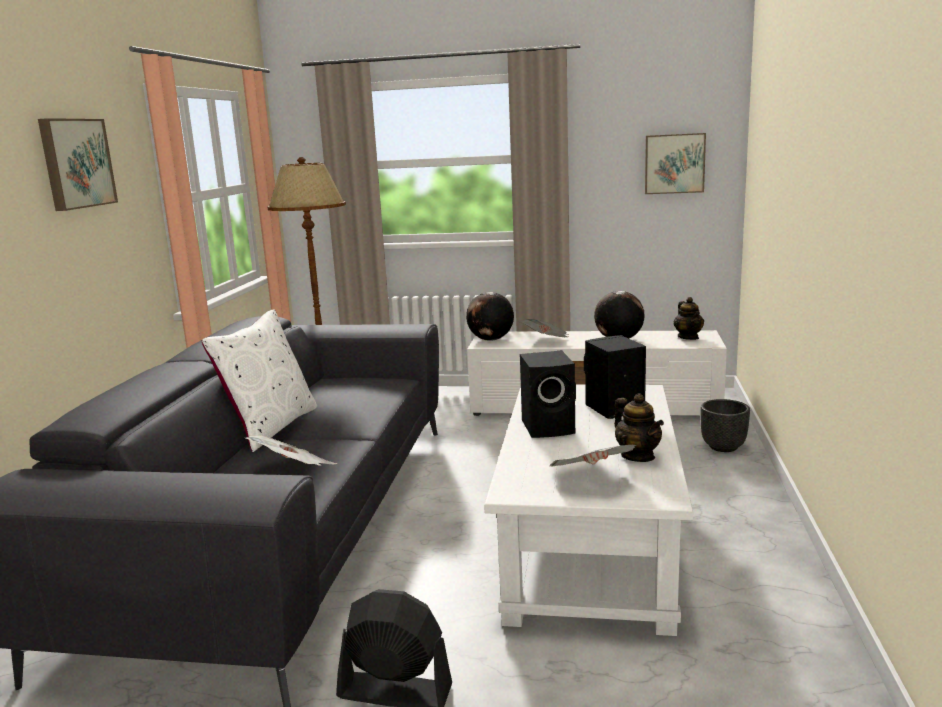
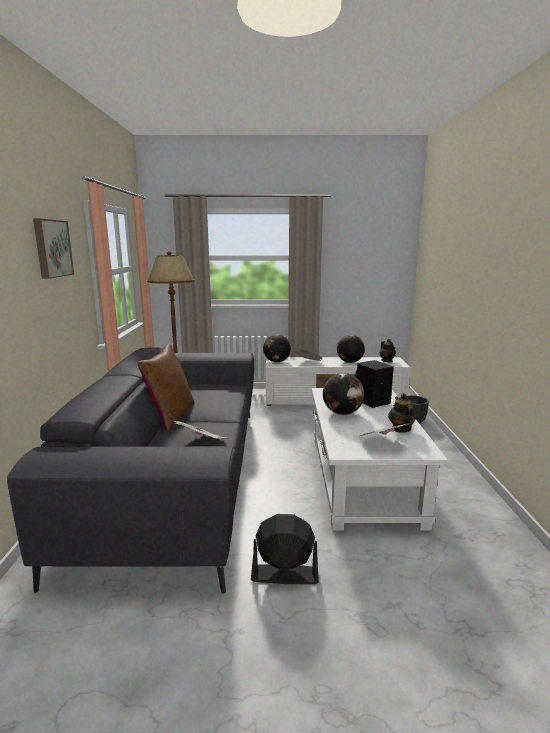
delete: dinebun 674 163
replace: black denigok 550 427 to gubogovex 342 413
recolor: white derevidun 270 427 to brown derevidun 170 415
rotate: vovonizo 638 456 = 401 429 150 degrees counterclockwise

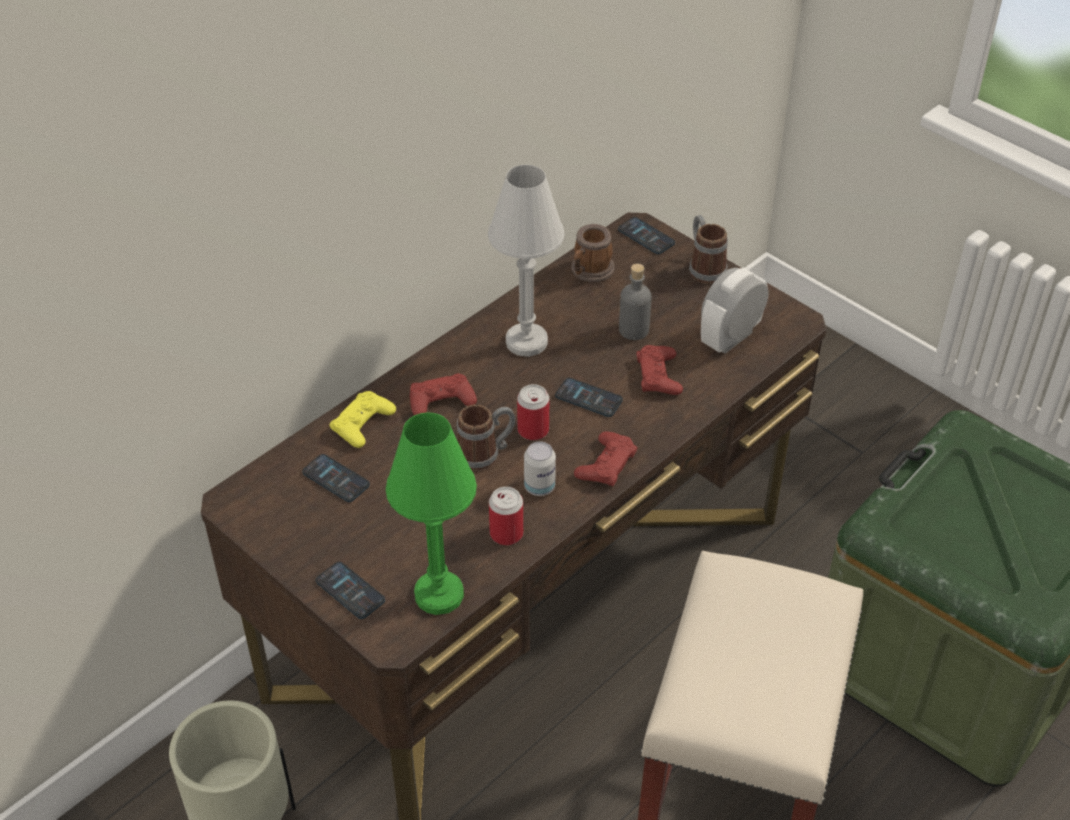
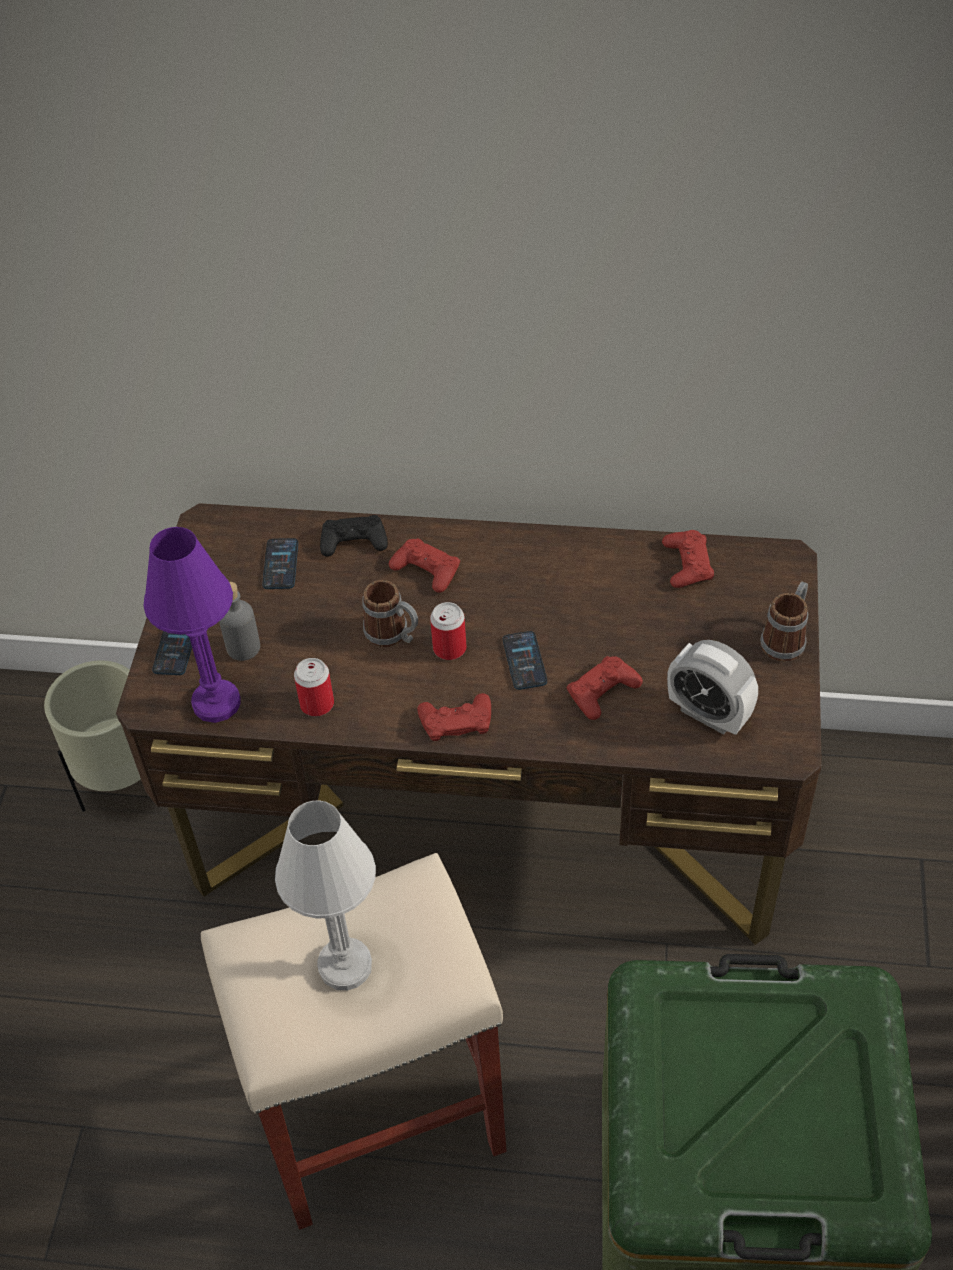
delete: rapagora 539 487; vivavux 646 236
move: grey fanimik 633 330 to 243 647; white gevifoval 526 342 to 345 965
replace: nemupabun 589 272 to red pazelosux 687 564
recolor: green gevifoval 439 594 to purple gevifoval 216 703; yellow pazelosux 362 424 to black pazelosux 353 541
rotate: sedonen 730 338 = 708 714 150 degrees counterclockwise

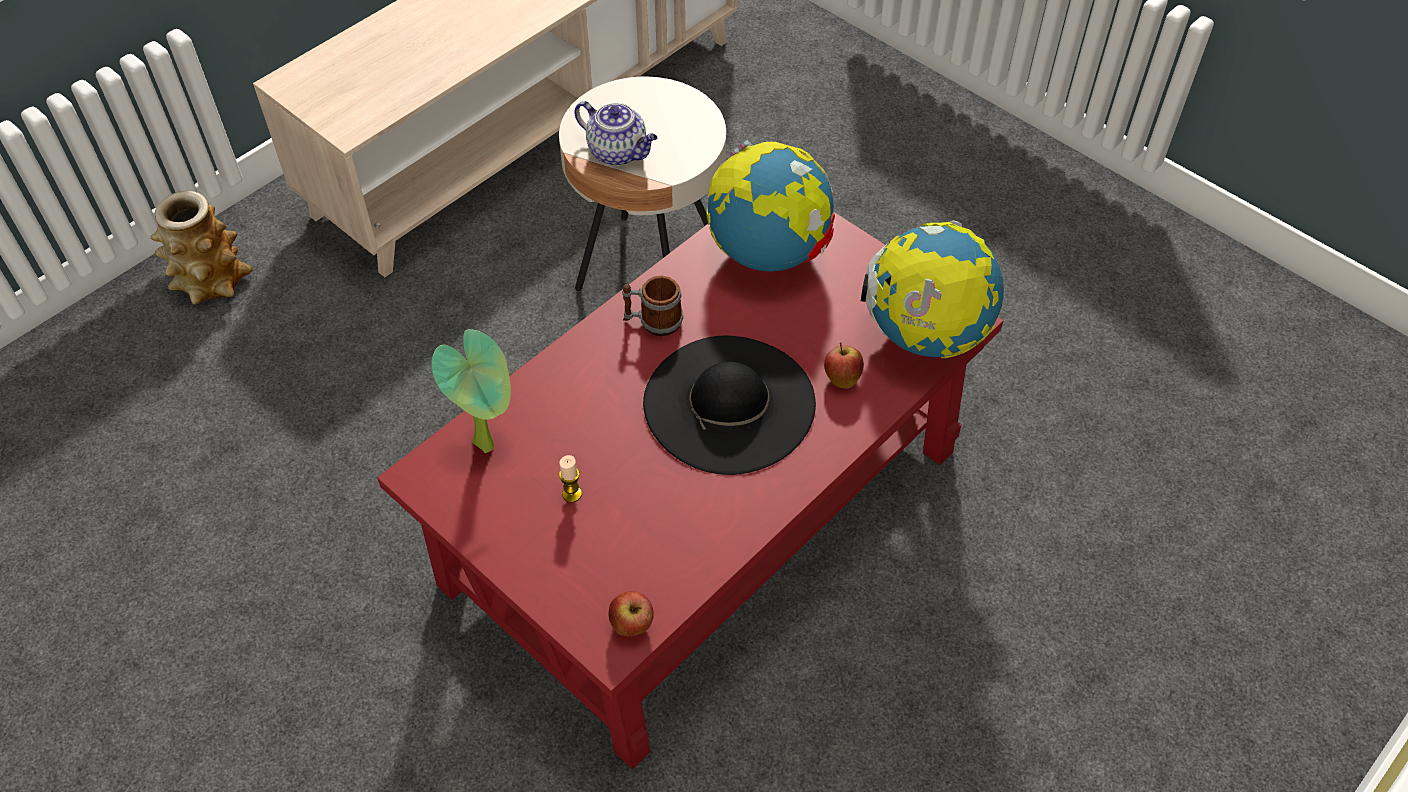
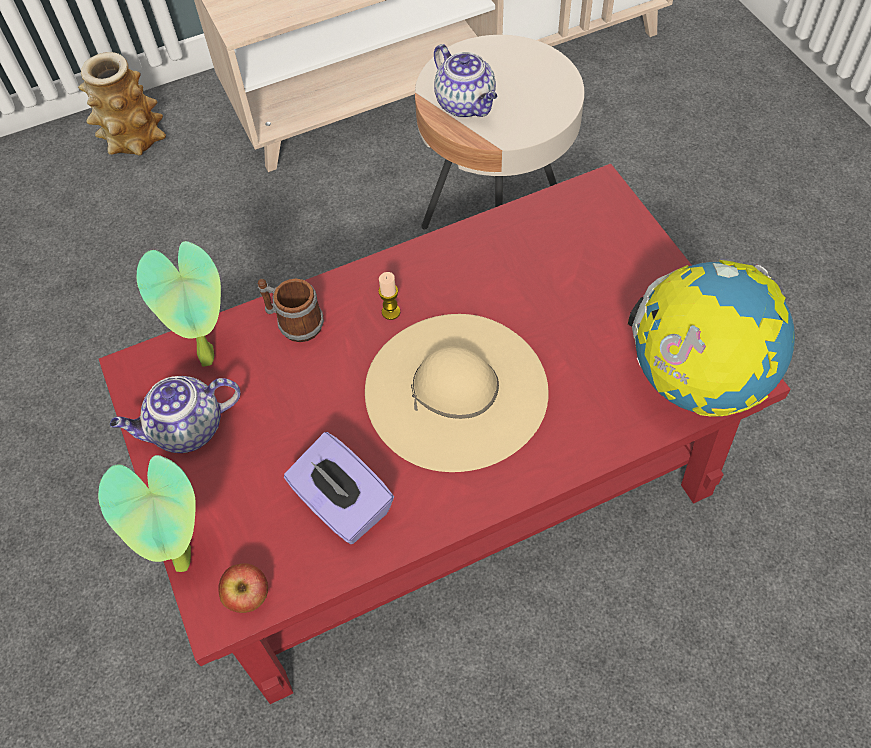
delete: gubogovex 769 253; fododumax 842 378
insert: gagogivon 188 560; vovonizo 187 430; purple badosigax 342 504
move: nemupabun 653 321 to 294 323; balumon 572 494 to 391 312
recolor: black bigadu 729 403 to beige bigadu 456 390

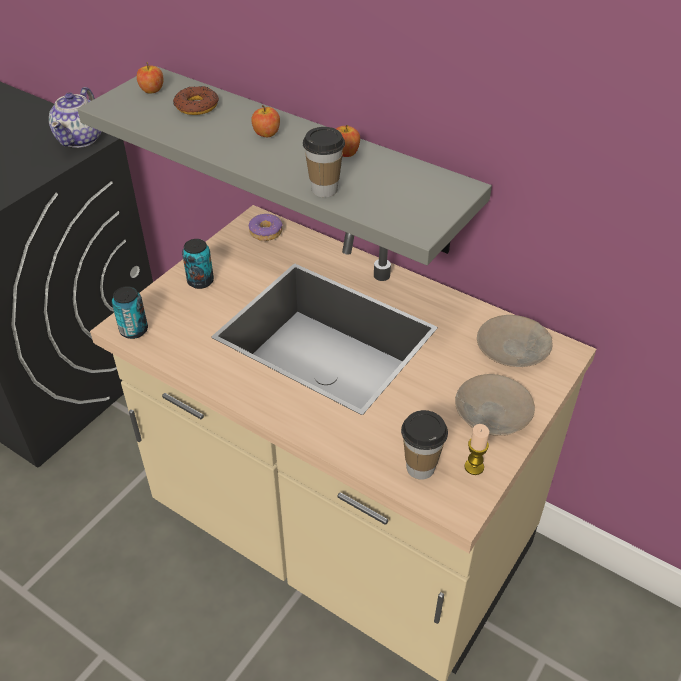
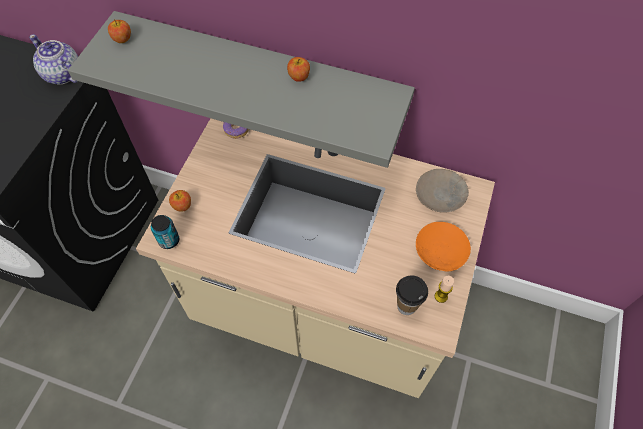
delete: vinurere 196 106; rapagora 200 281; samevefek 324 189
move: fododumax 266 134 to 182 206
recolor: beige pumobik 492 412 to orange pumobik 441 250
rotate: vovonizo 81 138 = 63 74 135 degrees clockwise

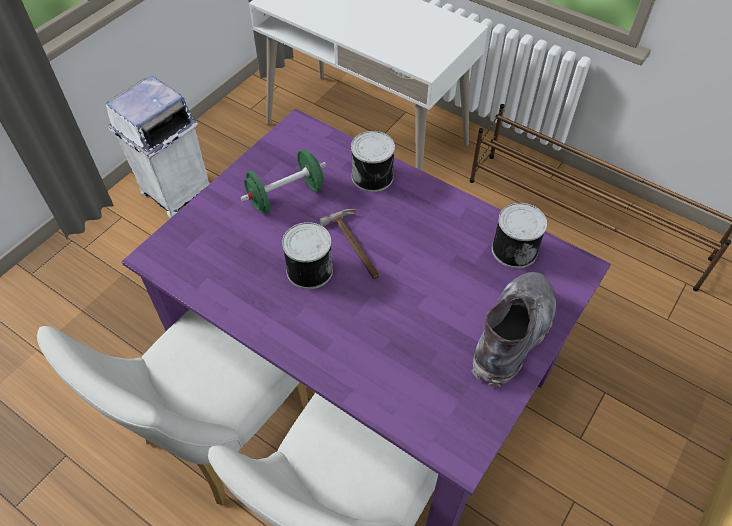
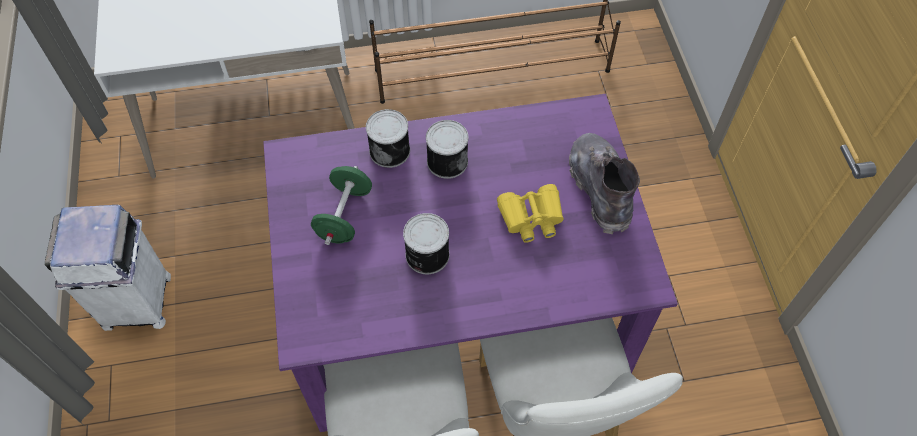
delete: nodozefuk 356 246
insert: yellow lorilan 531 217
move: rapagora 514 249 to 446 160

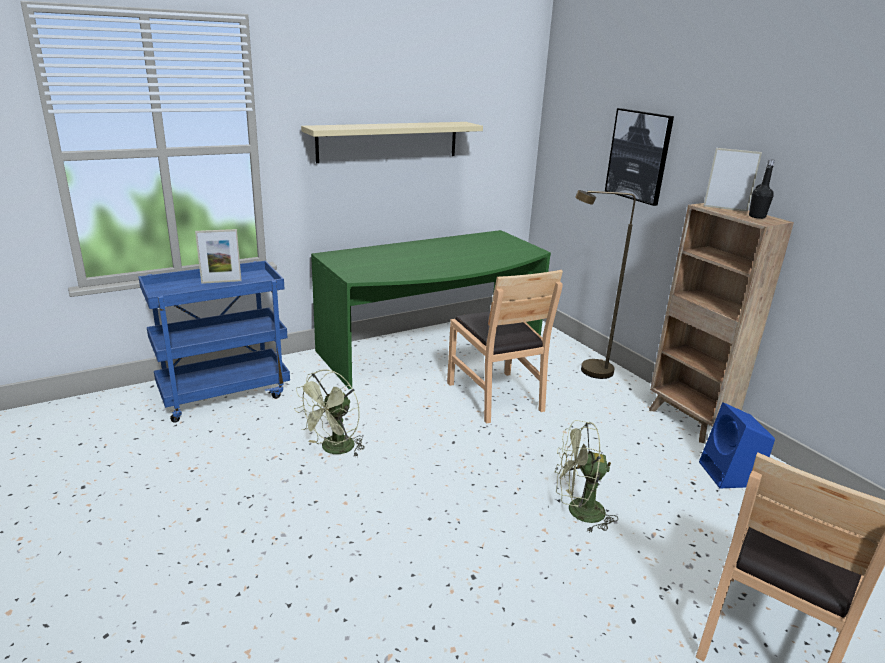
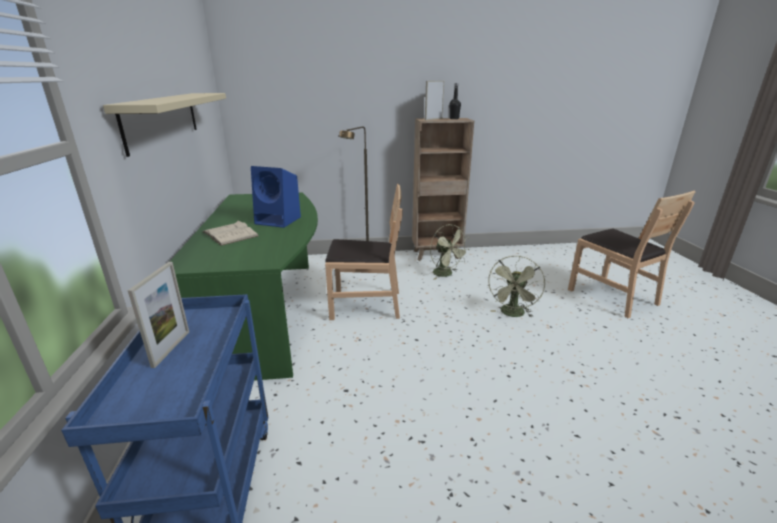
delete: dinebun 639 156
insert: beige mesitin 230 234
move: blue denigok 730 475 to 279 220; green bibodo 334 450 to 446 274

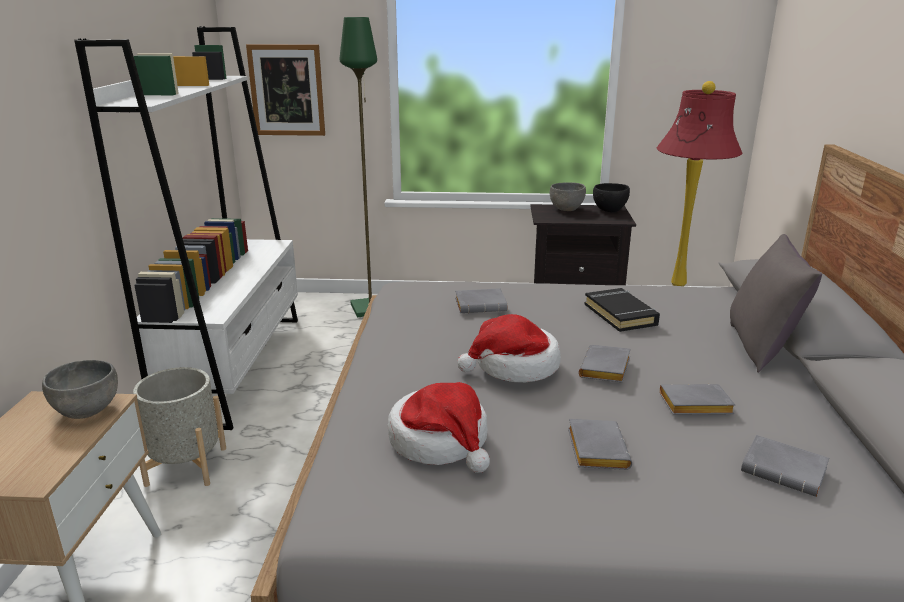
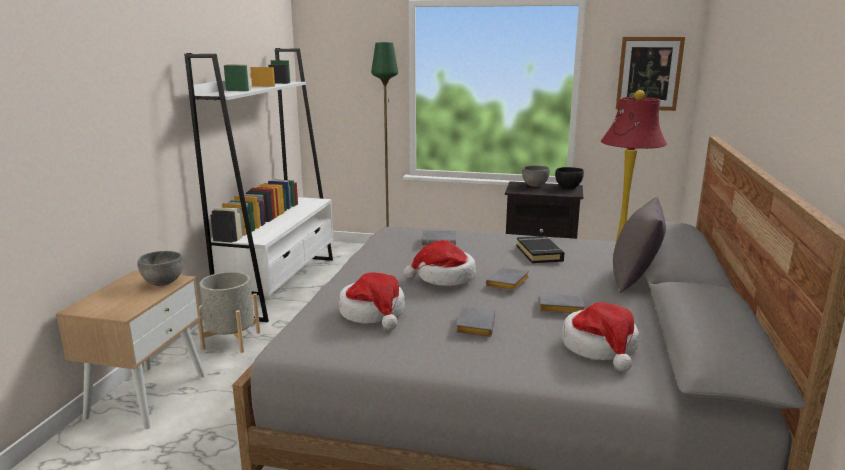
move: dinebun 287 90 to 649 73
replace: grey mesitin 786 471 to bigadu 600 347

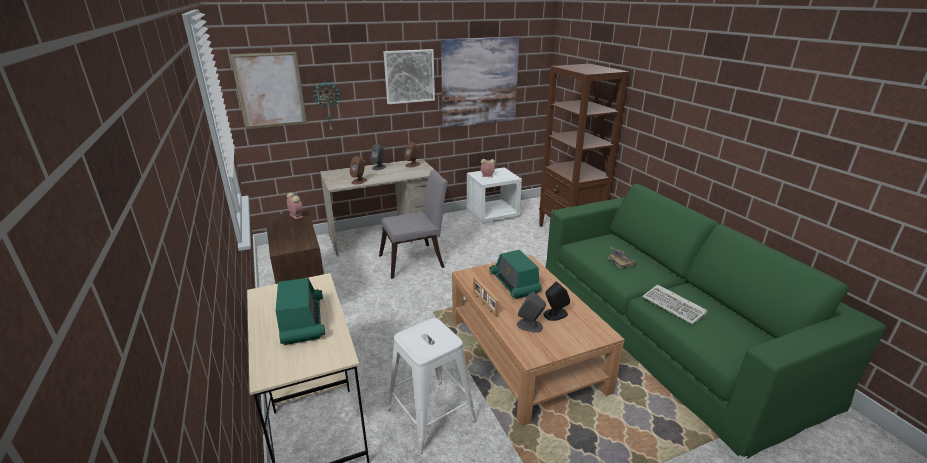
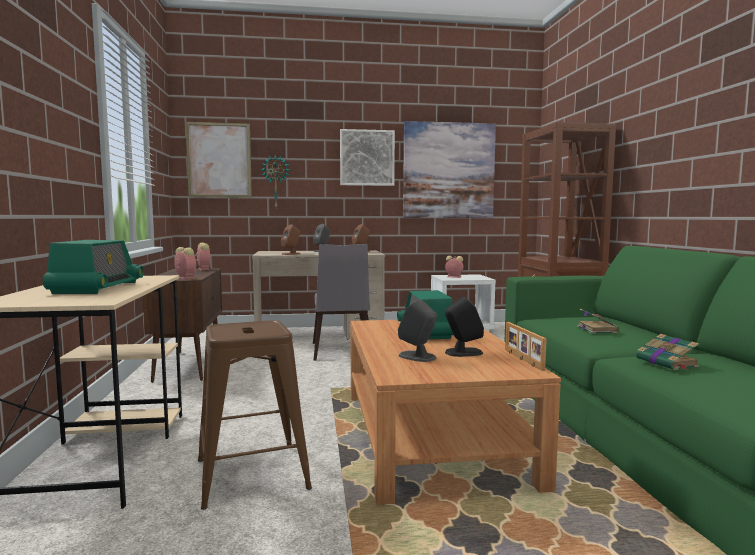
insert: sedonen 184 278
move: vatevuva 484 304 to 522 359
replace: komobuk 675 307 to mesitin 667 363
recolor: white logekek 430 415 to brown logekek 251 473
rotate: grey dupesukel 416 261 = 341 351 90 degrees clockwise

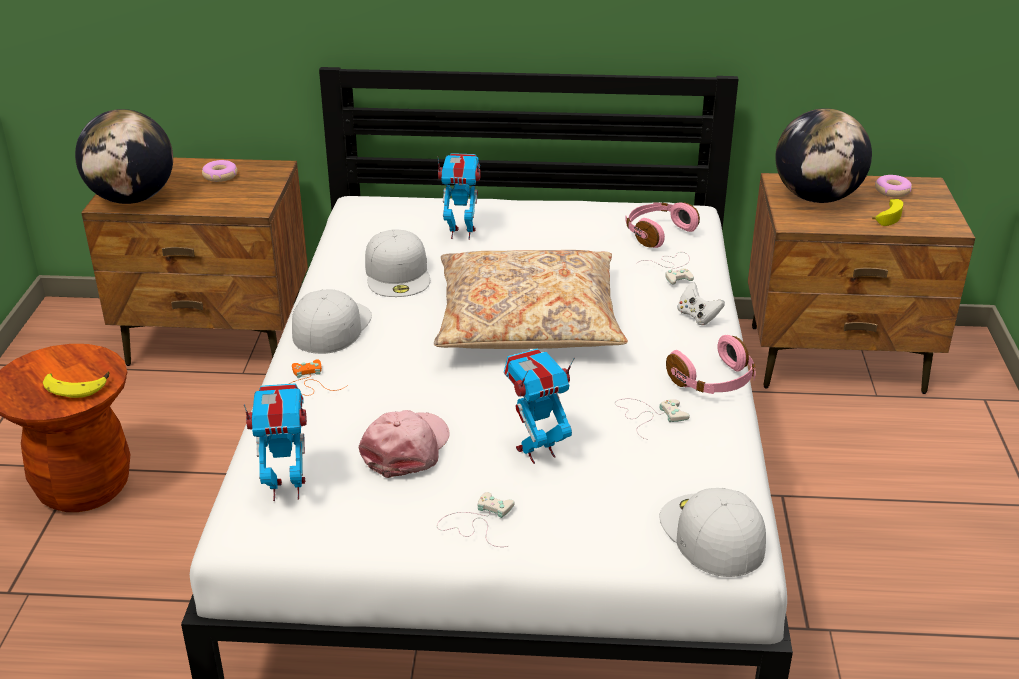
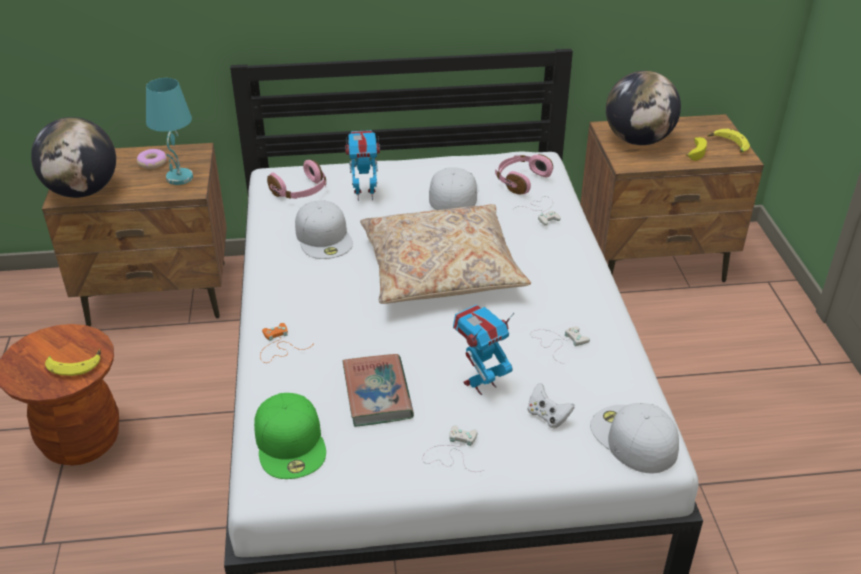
delete: vinurere 892 191
insert: turquoise gevifoval 180 178; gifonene 728 146
move: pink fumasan 714 382 to 301 191; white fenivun 331 326 to 453 194; white pazelosux 697 316 to 547 416
replace: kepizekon 286 489 to green fenivun 291 442; pink fenivun 407 448 to mesitin 377 394

